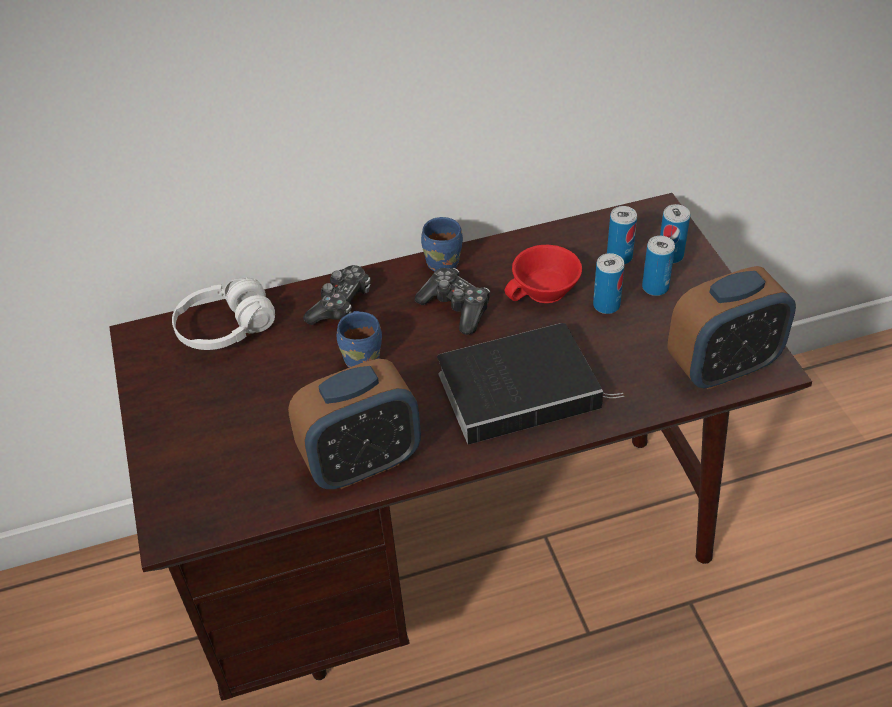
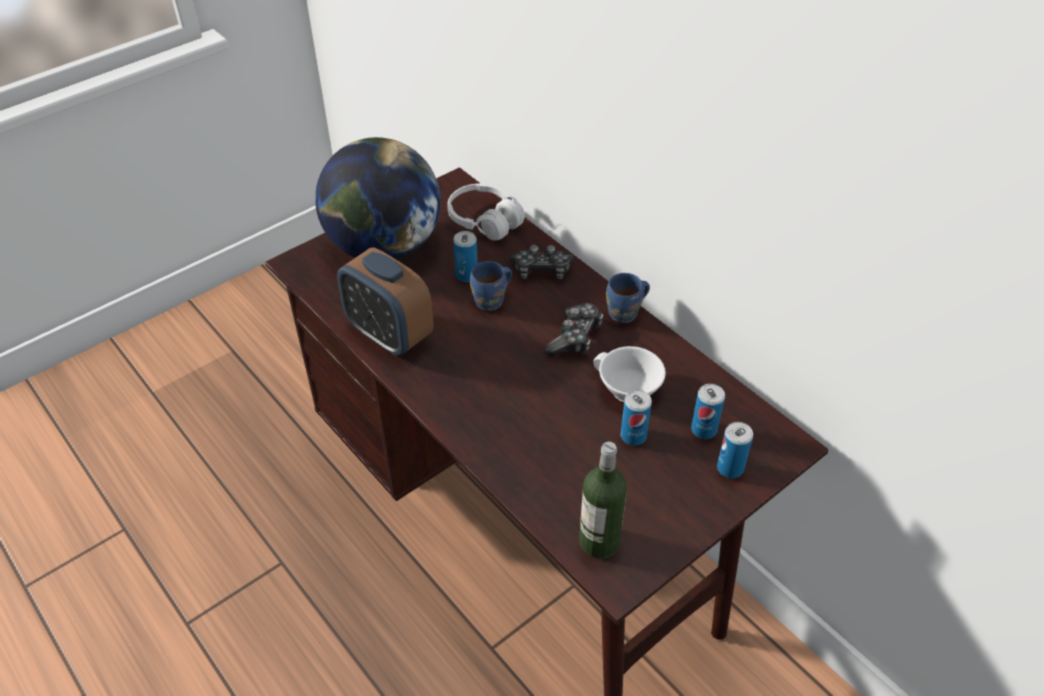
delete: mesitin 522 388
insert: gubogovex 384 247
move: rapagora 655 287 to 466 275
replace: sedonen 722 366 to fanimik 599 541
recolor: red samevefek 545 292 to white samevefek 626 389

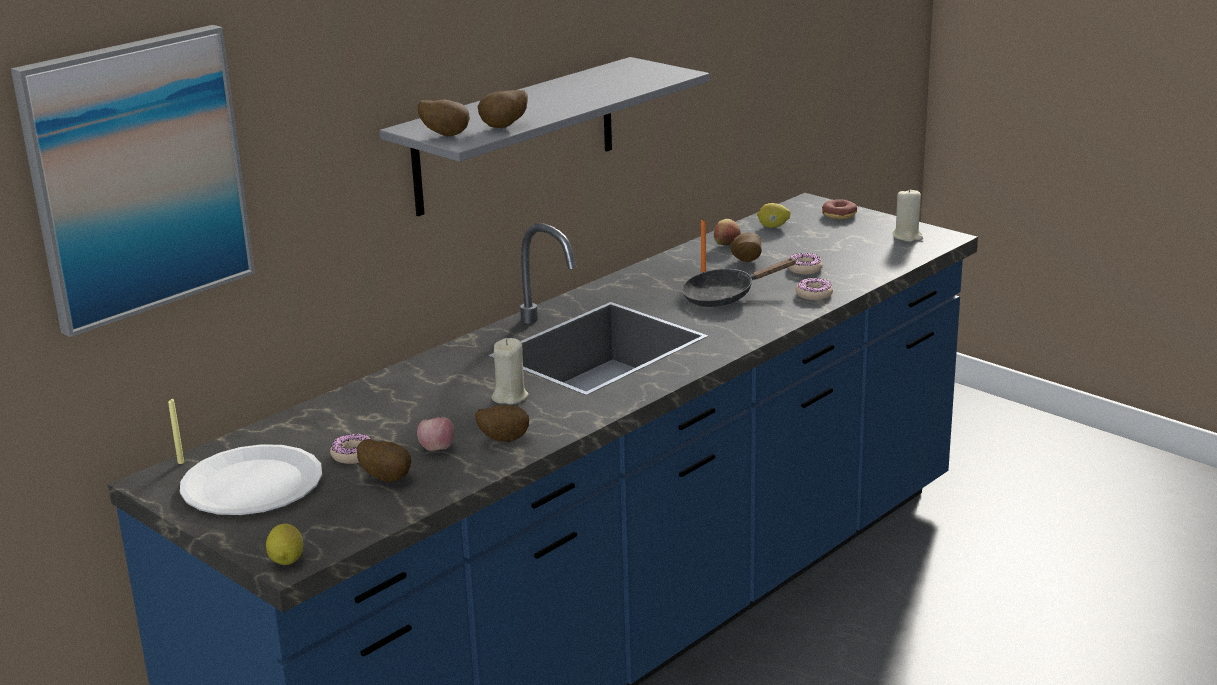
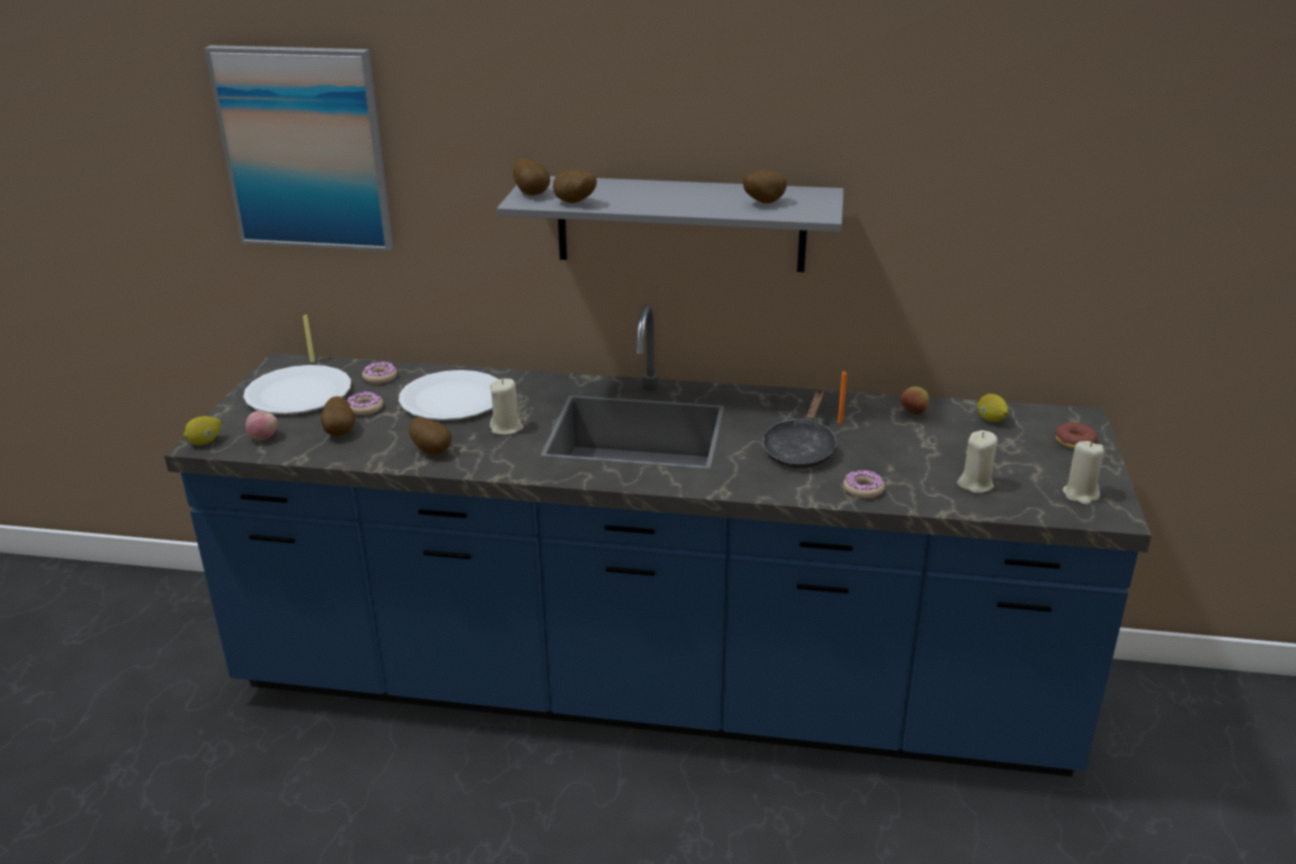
insert: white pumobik 452 399; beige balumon 975 484
move: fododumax 437 449 to 264 437; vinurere 804 269 to 380 377; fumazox 745 262 to 762 203
rotate: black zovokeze 725 296 = 800 449 105 degrees counterclockwise

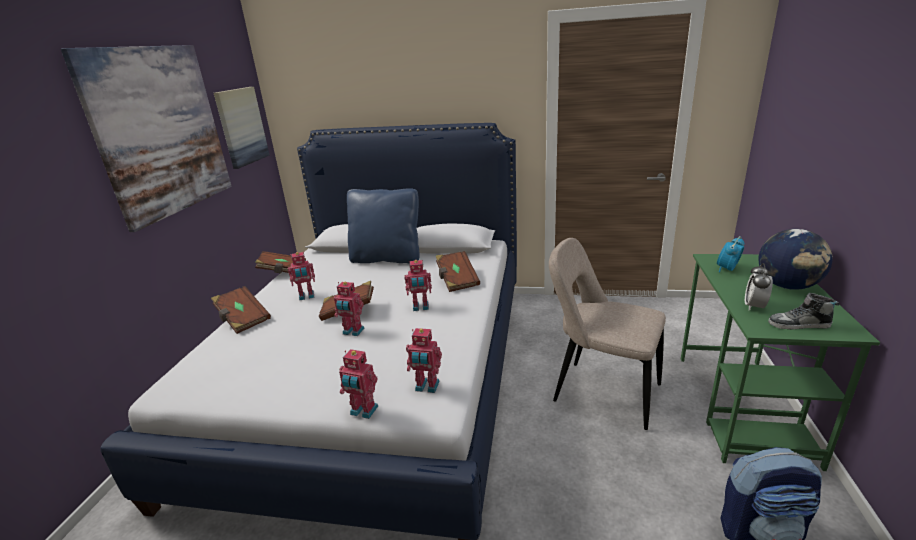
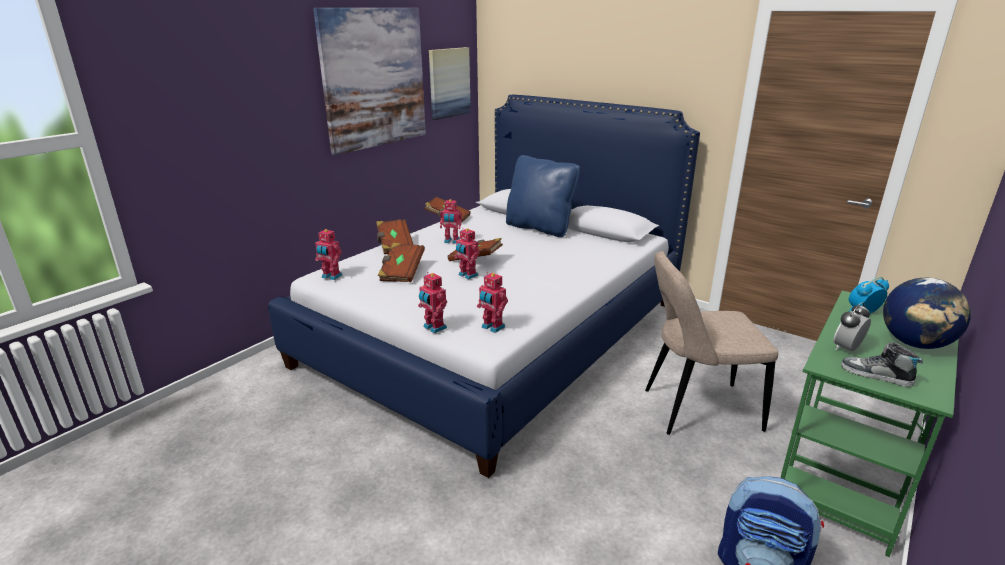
move: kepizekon 421 307 to 331 276; brown mesitin 456 280 to 401 272
rotate: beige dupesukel 601 392 = 695 409 60 degrees counterclockwise

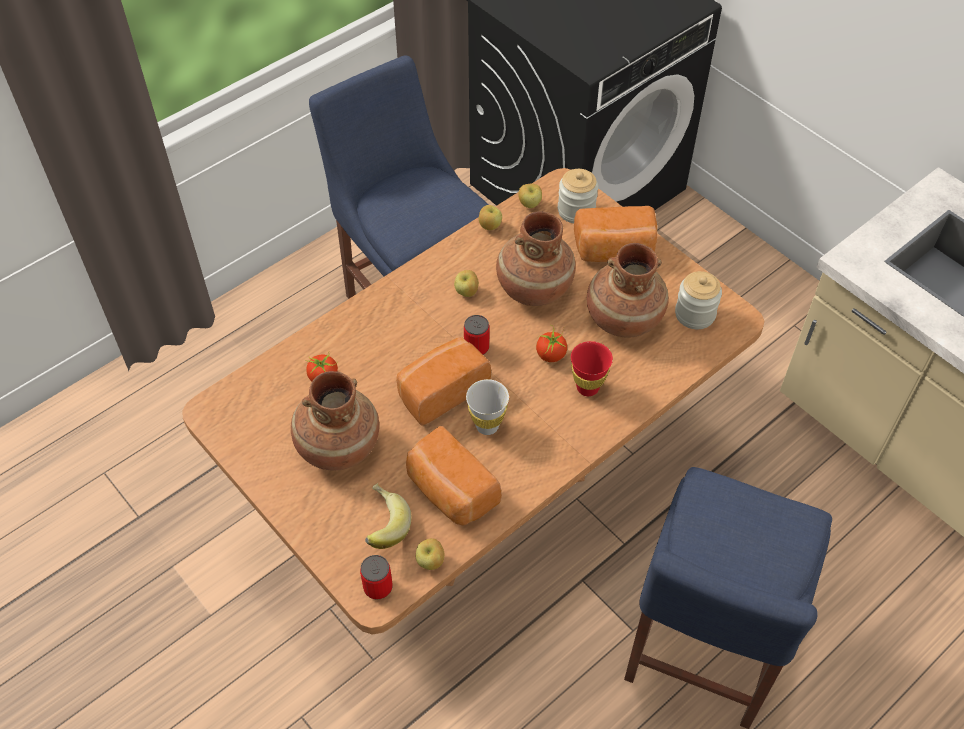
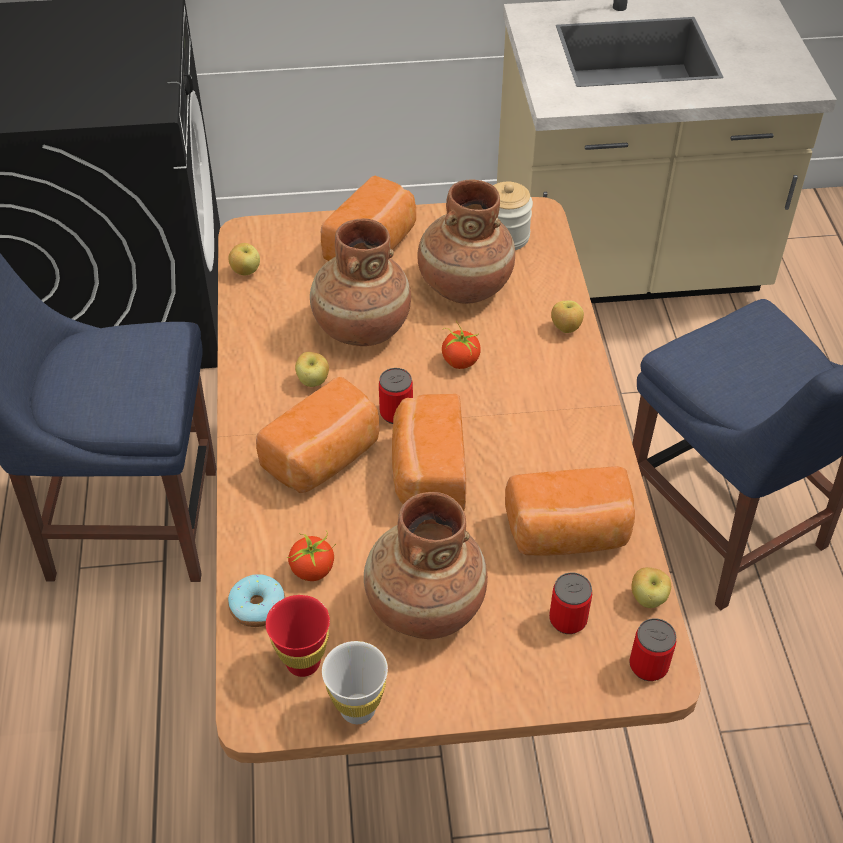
delete: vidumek 576 210
insert: vinurere 258 607; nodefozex 325 458
move: red samevefek 587 387 to 303 662; white samevefek 487 426 to 357 709; fododumax 489 226 to 565 328
replace: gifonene 382 525 to rapagora 568 620

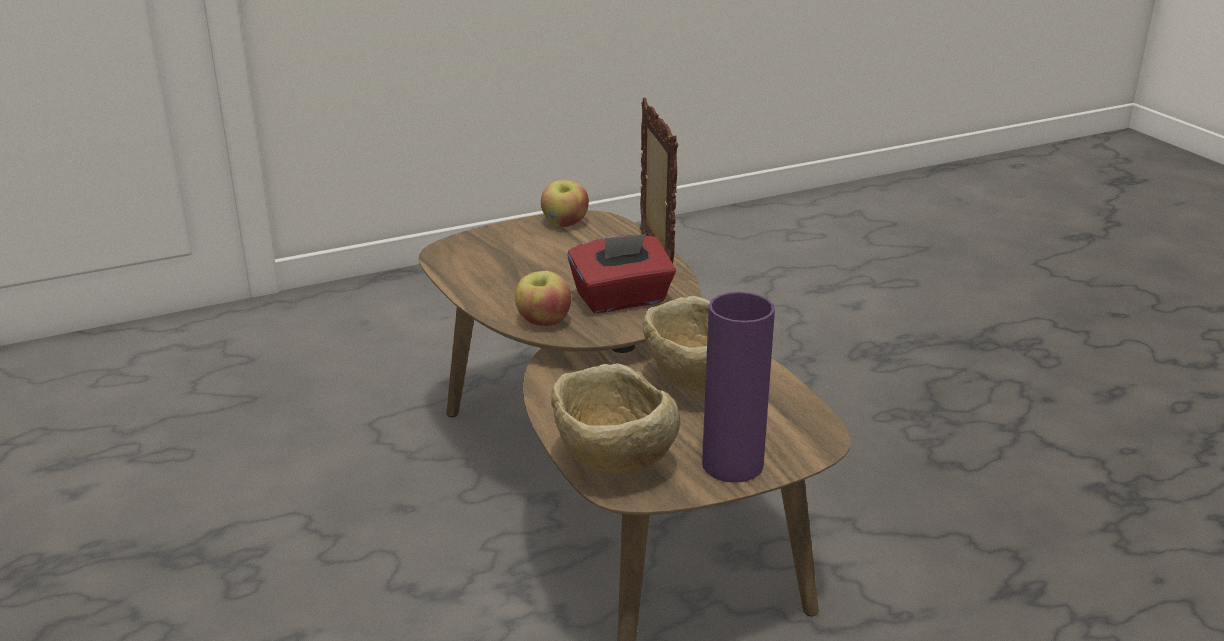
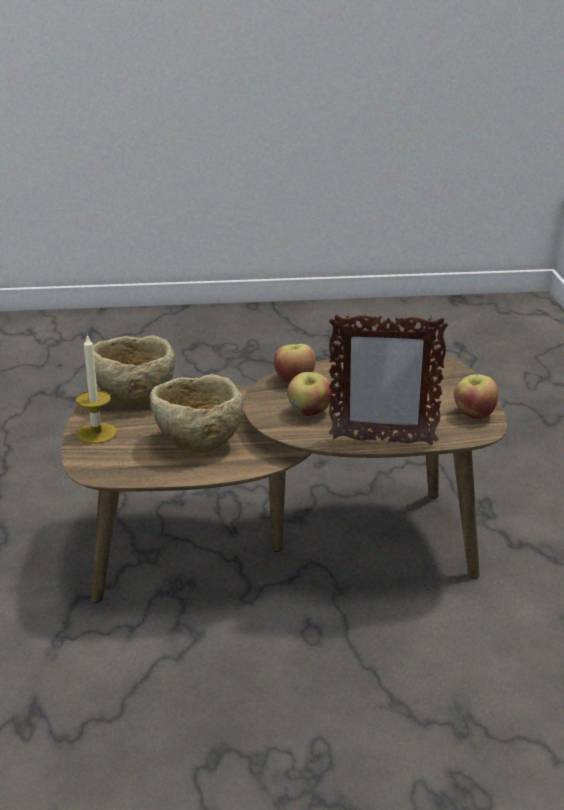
replace: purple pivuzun 732 465 to balumon 96 433; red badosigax 621 300 to fododumax 309 412

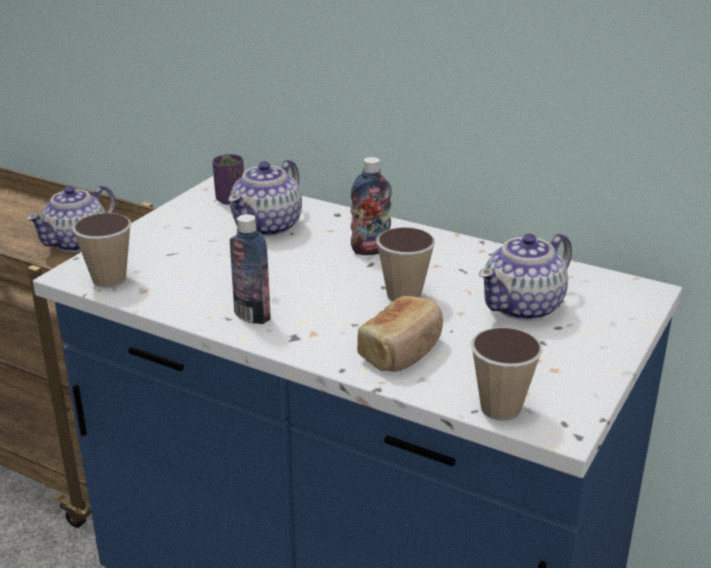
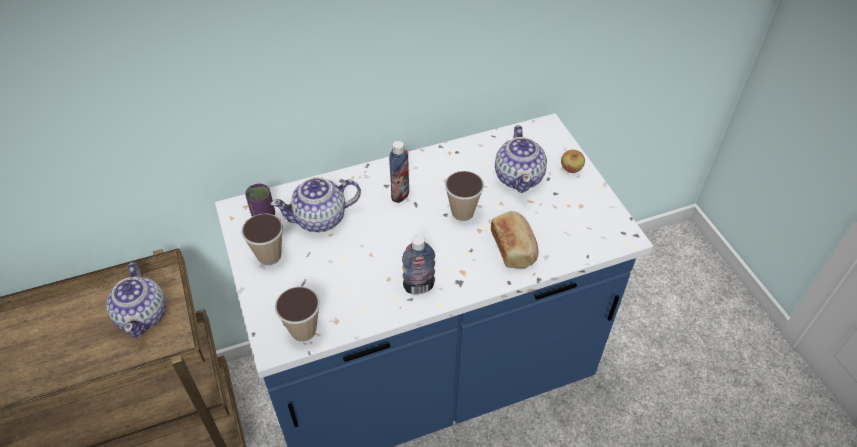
insert: fododumax 571 169
move: samevefek 500 408 to 269 256
rotate: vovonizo 268 226 = 321 219 90 degrees clockwise

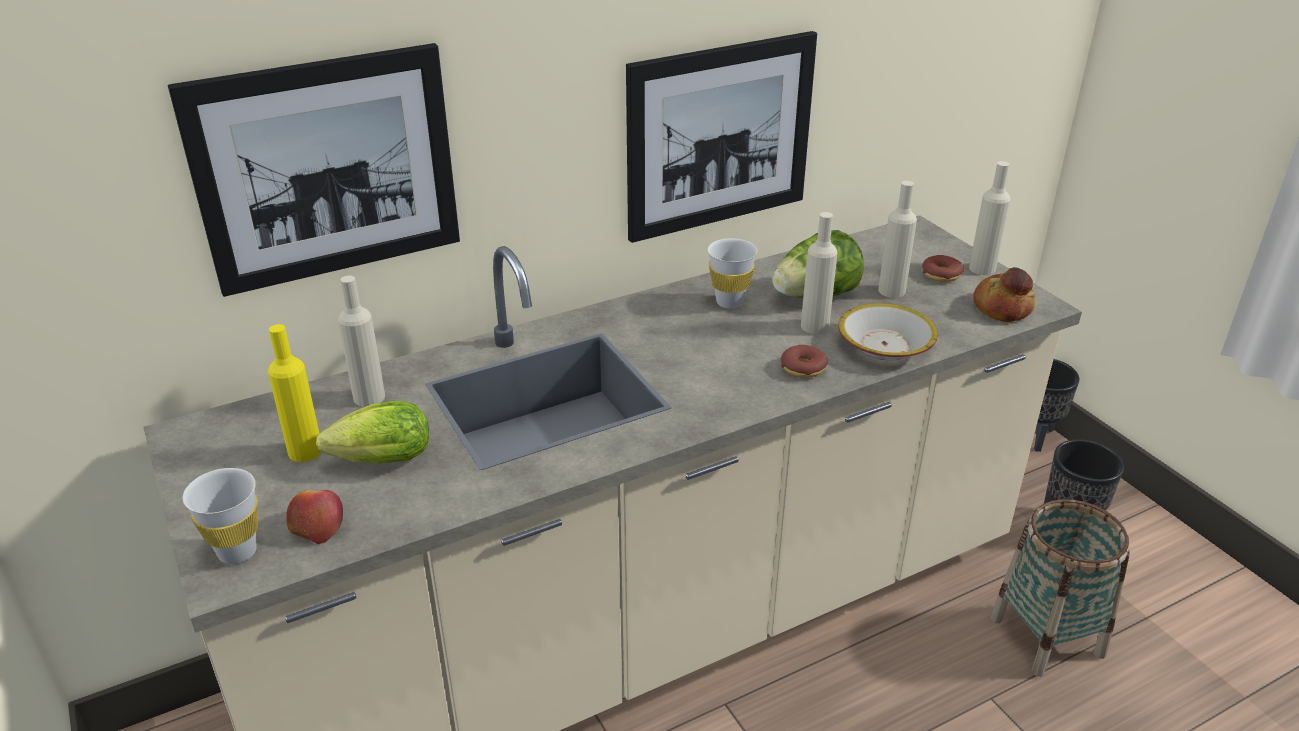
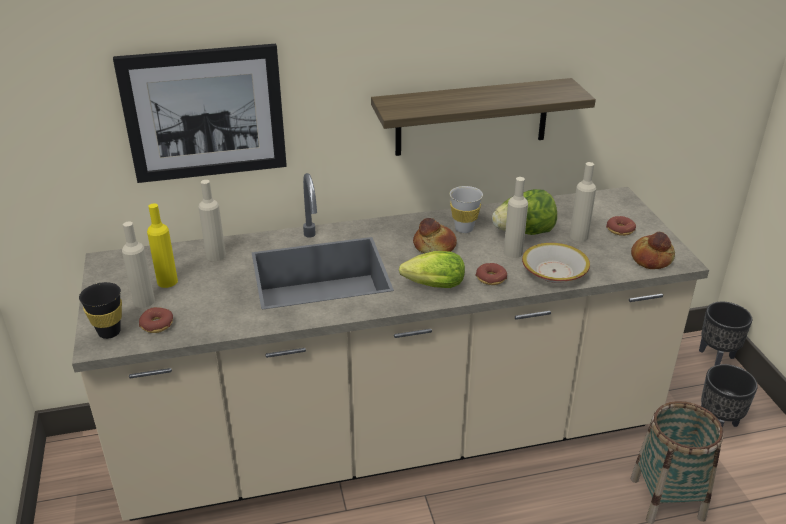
insert: nodefozex 434 247
move: beige fanimik 982 268 to 144 301; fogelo 377 461 to 431 286
replace: fododumax 316 524 to vinurere 157 324; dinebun 719 136 to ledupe 472 117
recolor: white samevefek 237 552 to black samevefek 109 332

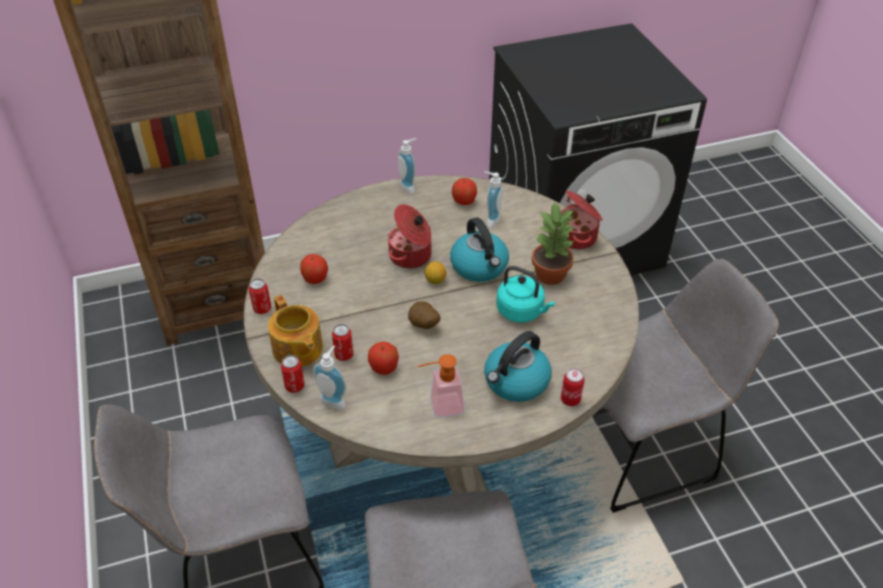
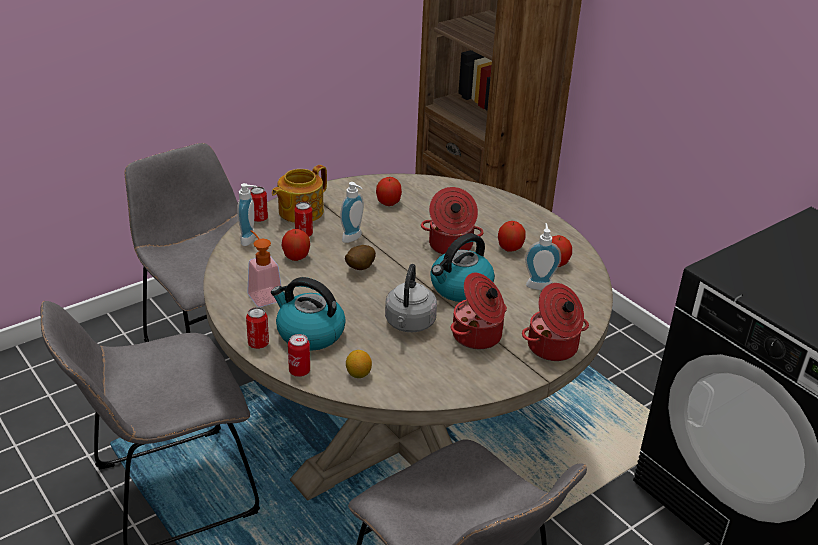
insert: fododumax 510 248
move: rapagora 262 308 to 258 344; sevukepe 409 187 to 354 238; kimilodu 435 281 to 358 374
replace: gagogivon 551 274 to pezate 478 336
recolor: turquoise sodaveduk 522 311 to grey sodaveduk 409 324

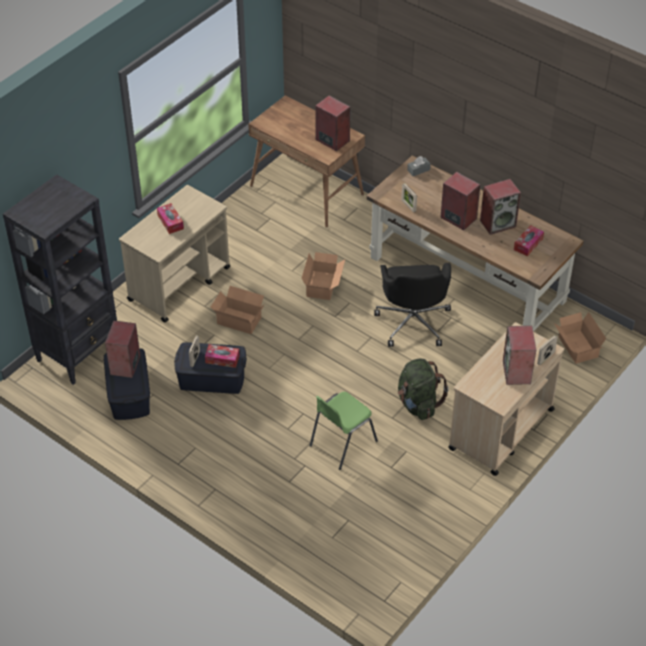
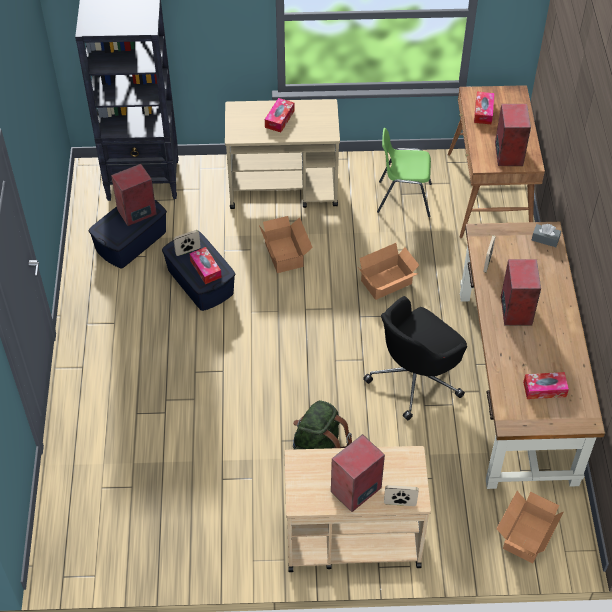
delete: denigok 498 223
insert: badosigax 483 112
move: green dupesukel 342 443 to 403 198

